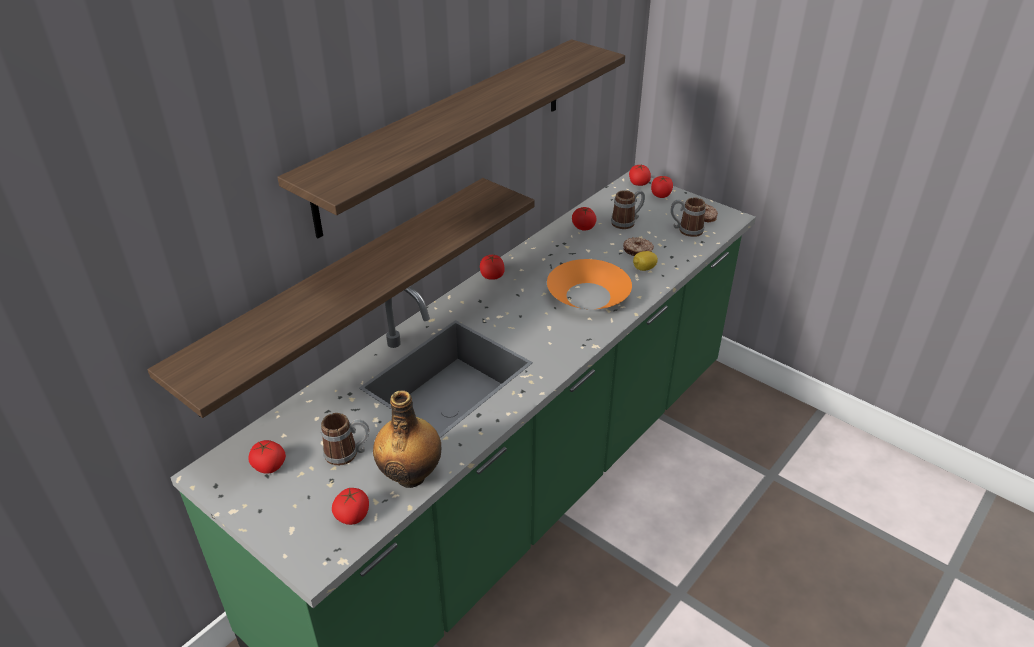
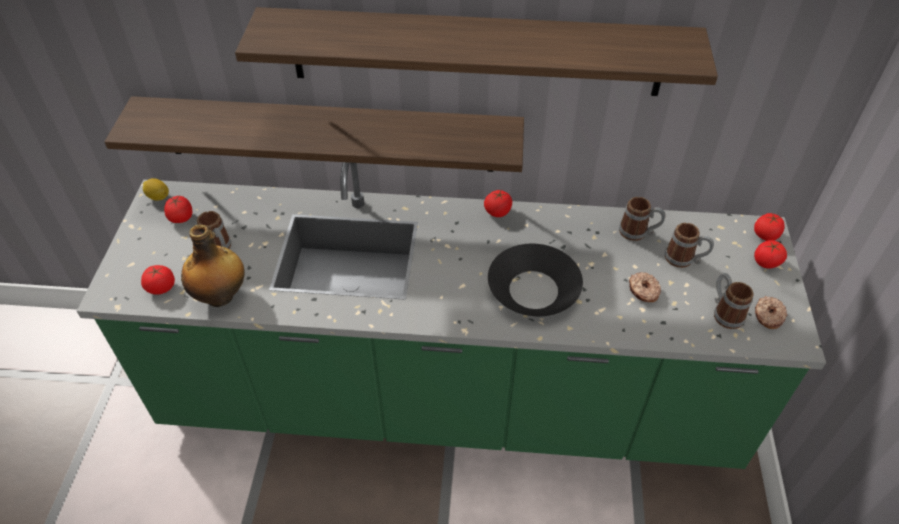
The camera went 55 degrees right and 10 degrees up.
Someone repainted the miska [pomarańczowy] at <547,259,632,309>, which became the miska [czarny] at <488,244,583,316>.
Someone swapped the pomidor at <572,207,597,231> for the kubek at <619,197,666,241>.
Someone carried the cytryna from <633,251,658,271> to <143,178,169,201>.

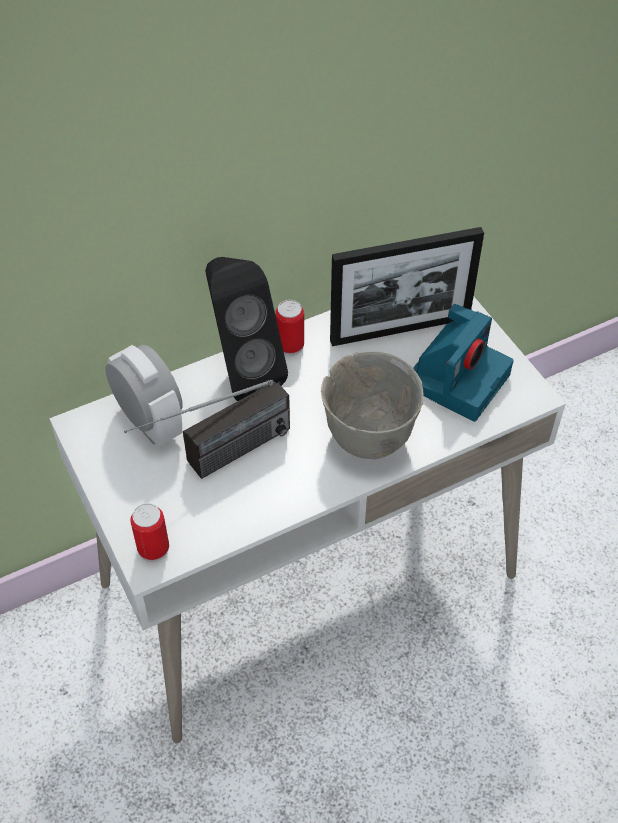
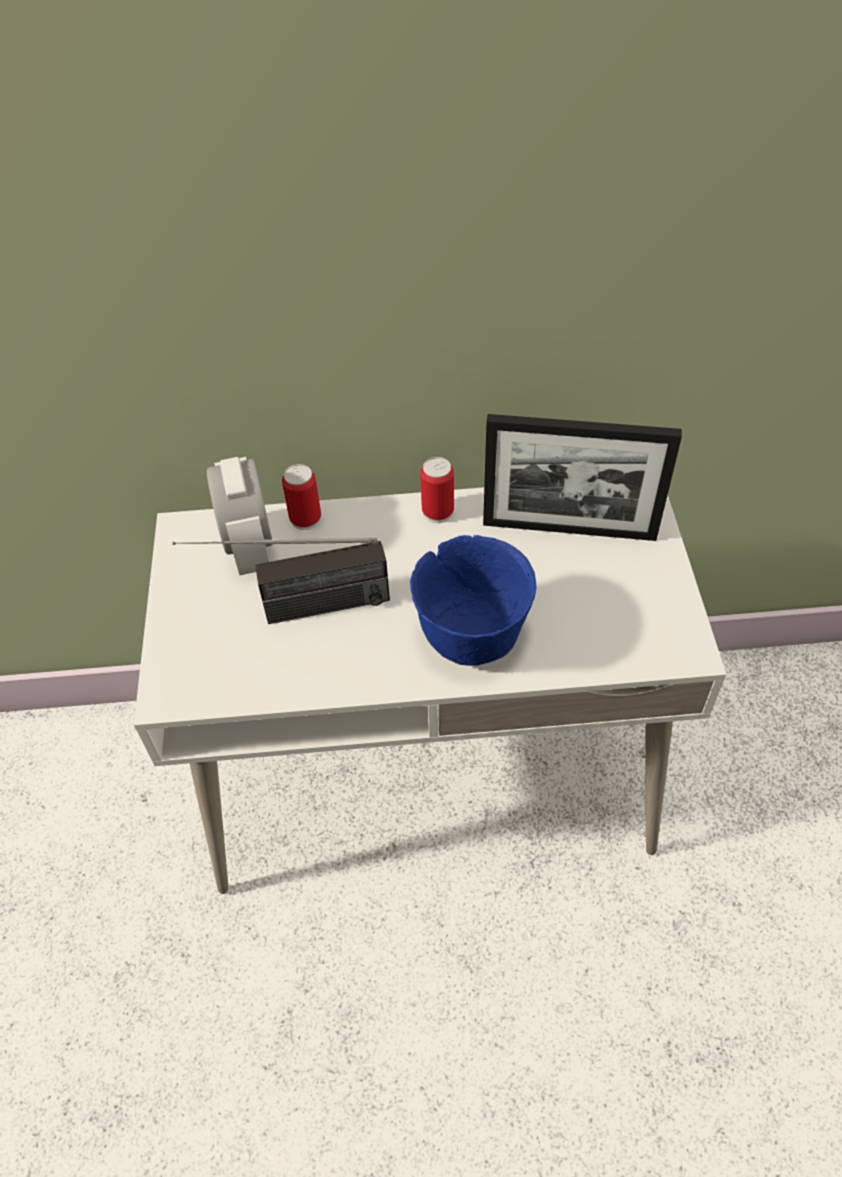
The camera went 25 degrees right and 0 degrees up.
Someone carried the puszka from <130,503,169,562> to <282,464,321,530>.
Someone took away the głośnik [czarny] at <205,257,288,401>.
Someone repainted the miska [szary] at <321,351,423,459>, which became the miska [niebieski] at <410,535,537,666>.
Someone took away the aparat fotograficzny at <413,304,514,422>.

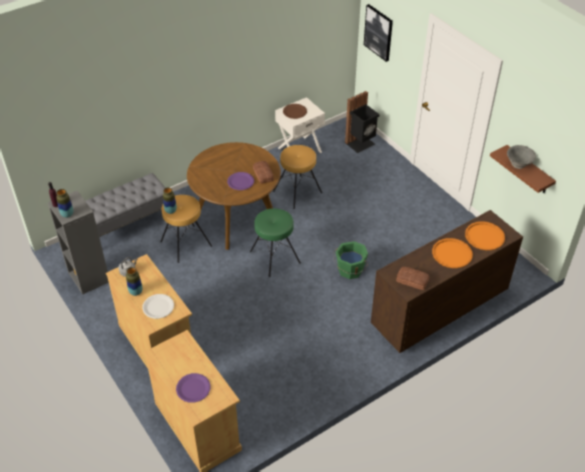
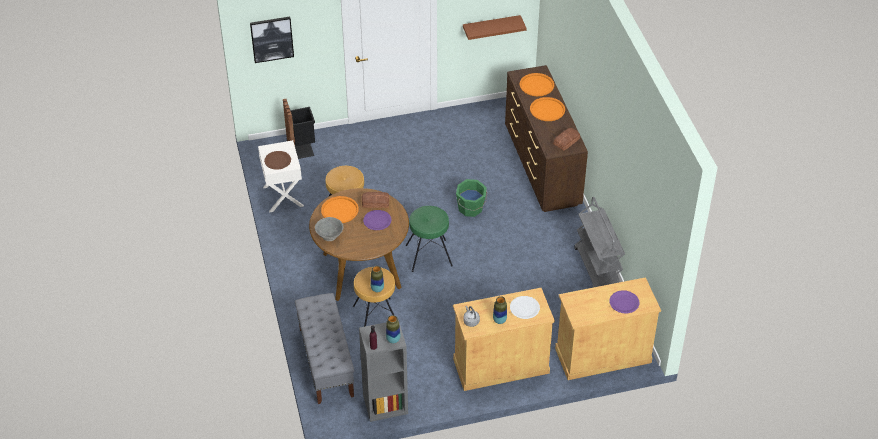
The camera went 70 degrees left and 0 degrees up.
Someone carried the miska [szary] from <507,145,536,169> to <315,217,344,241>.
Someone put down the taca [pomarańczowy] at <321,196,359,223>.
Someone put down the wózek [szary] at <574,197,625,288>.

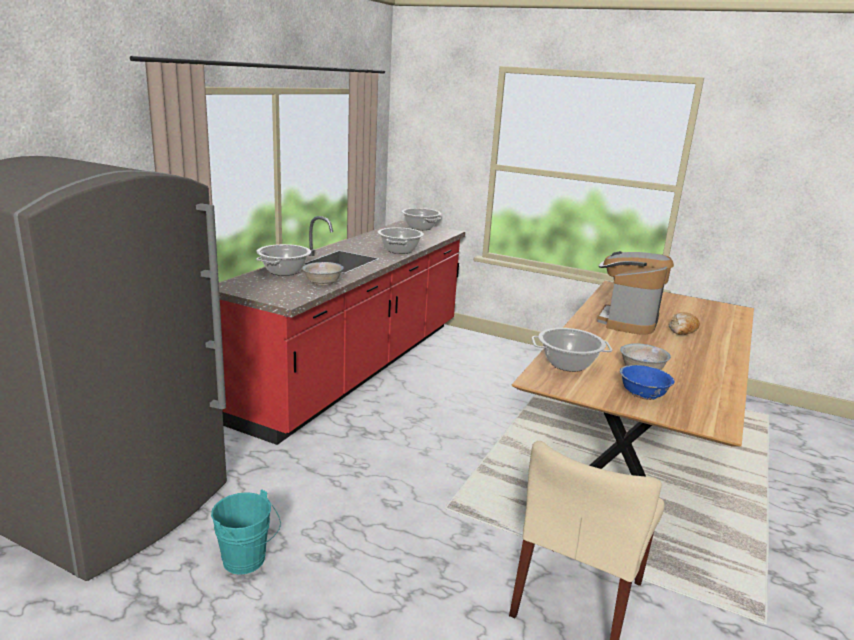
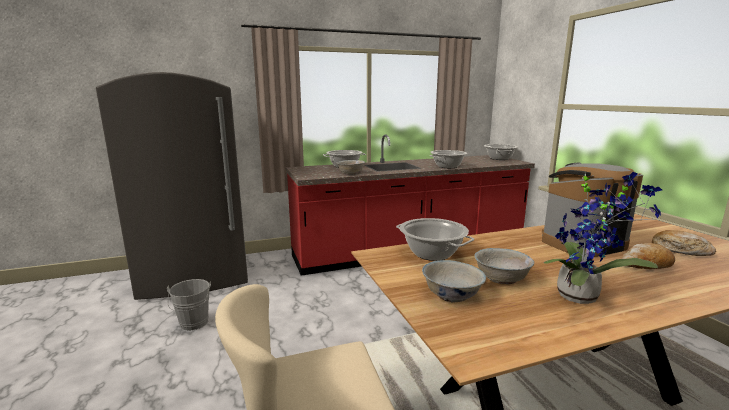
The camera went 45 degrees right and 5 degrees down.
Someone repainted the wiadro [turkusowy] at <211,489,281,575>, which became the wiadro [szary] at <167,279,211,331>.
Someone repainted the miska [niebieski] at <620,365,675,400>, which became the miska [biały] at <422,260,486,302>.
Someone put down the roślina doniczkowa at <544,172,662,304>.
Someone put down the chleb at <652,230,716,256>.

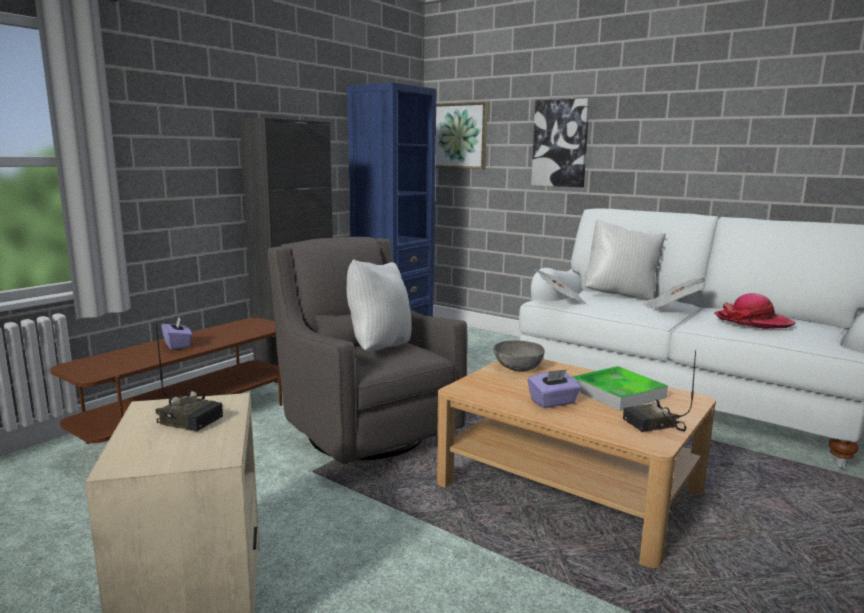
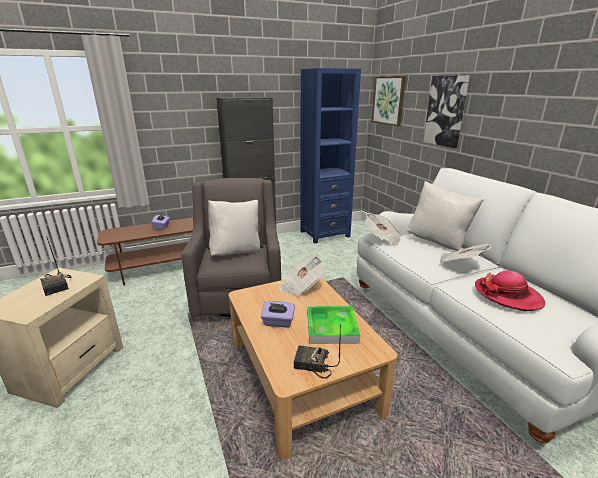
The camera went 30 degrees right and 10 degrees up.
Someone swapped the miska [szary] at <494,340,545,372> for the gazeta at <279,256,325,296>.

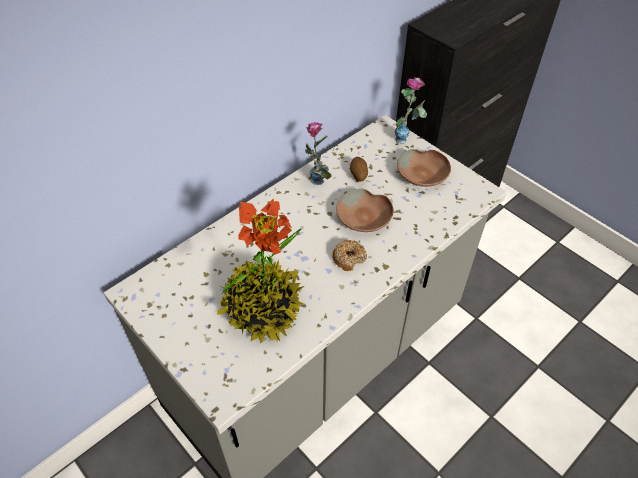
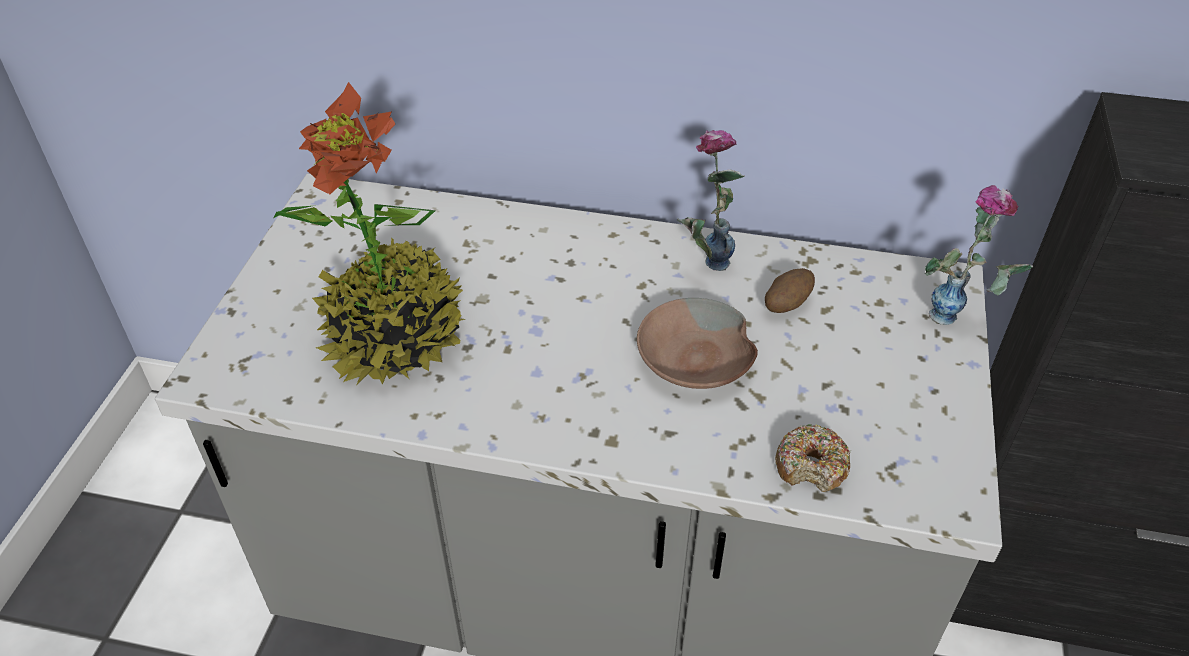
The camera went 55 degrees right and 5 degrees down.
Someone carried the donut from <333,240,367,271> to <775,424,851,492>.
Someone took away the miska [brązowy] at <397,149,451,187>.

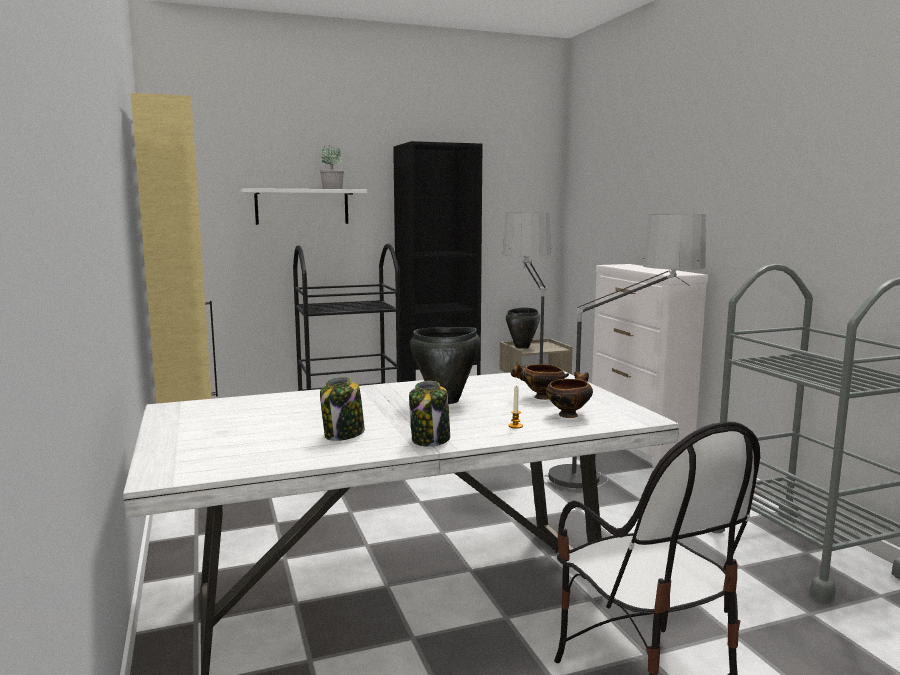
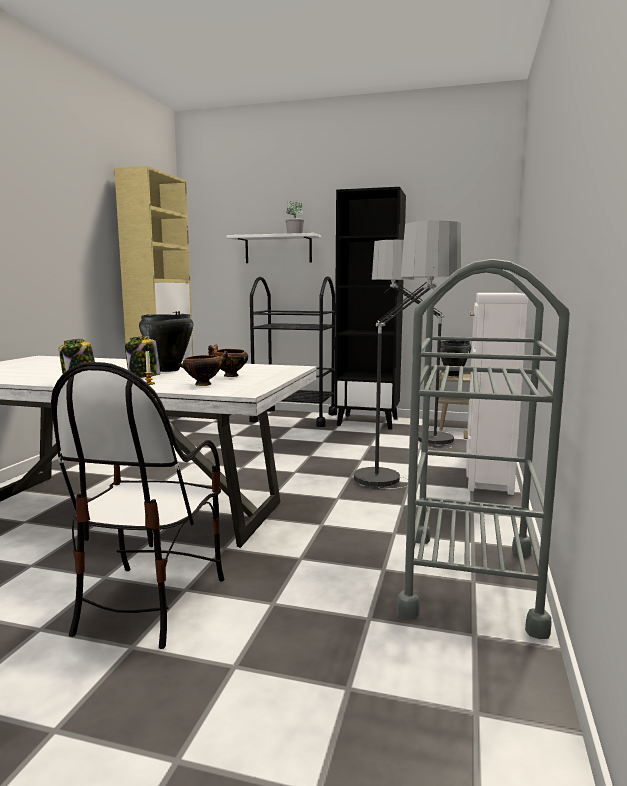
The camera went 35 degrees right and 0 degrees up.
Someone carried the słoik from <320,377,365,441> to <125,336,160,378>.

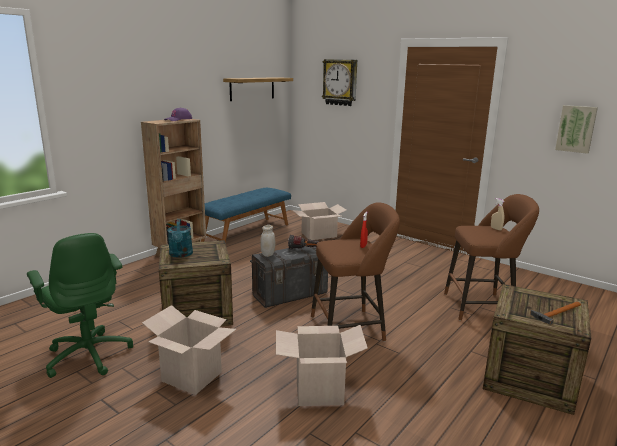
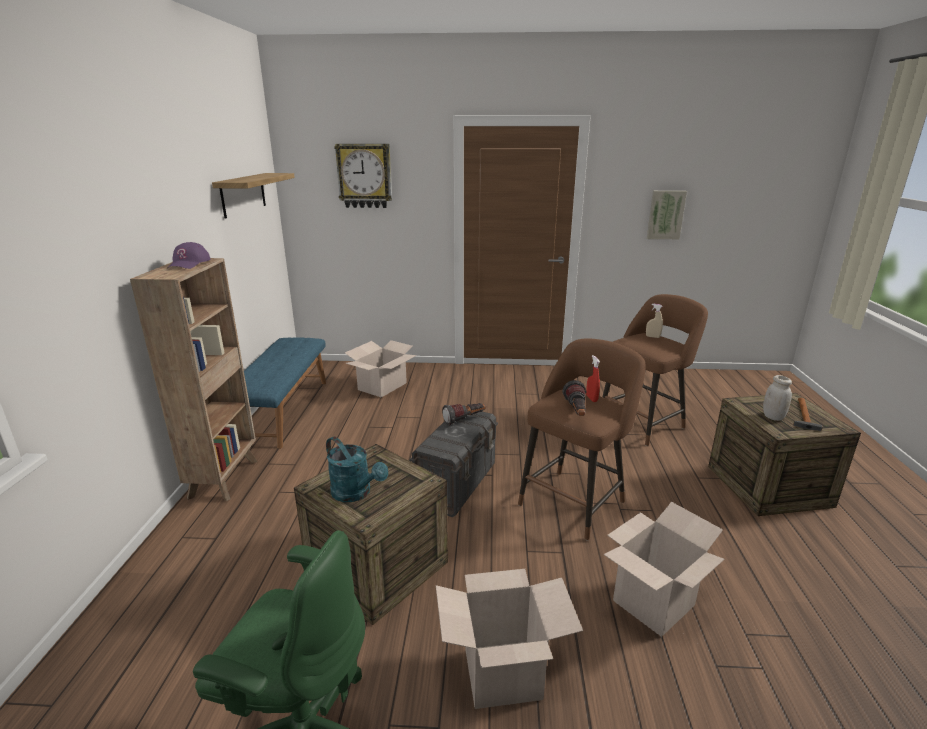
The camera went 35 degrees left and 5 degrees up.
Someone carried the słoik [biały] from <260,225,275,257> to <763,375,792,421>.
Someone put down the latarka at <562,380,586,416>.

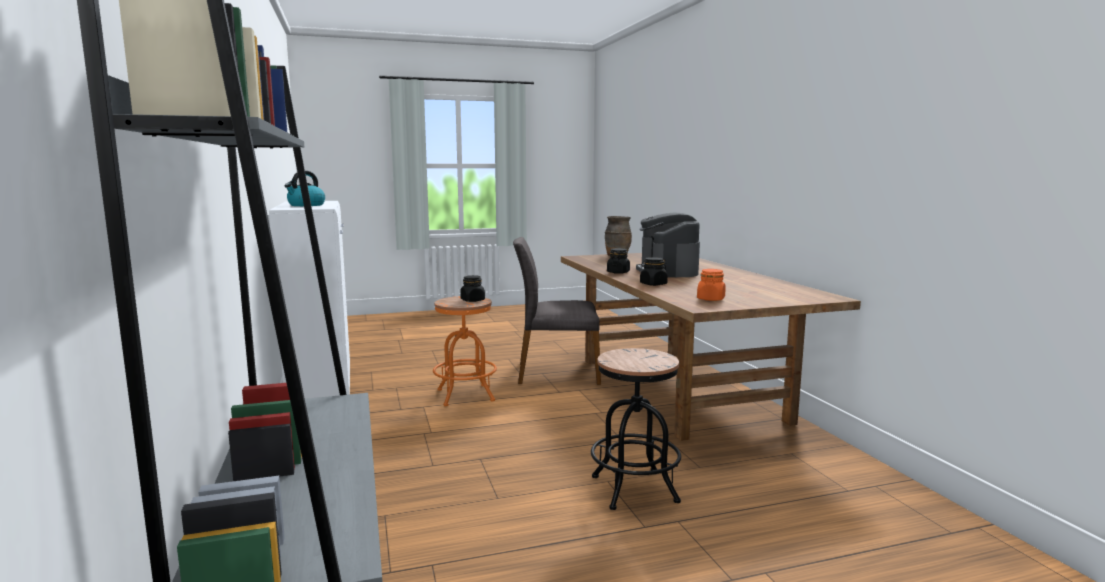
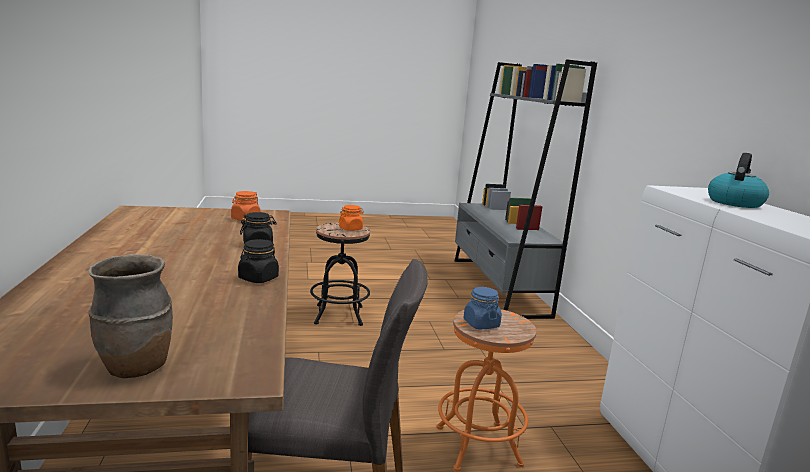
The camera went 175 degrees left and 5 degrees up.
Someone repainted the słoik [czarny] at <460,275,485,302>, which became the słoik [niebieski] at <463,287,502,329>.
Someone took away the ekspres do kawy at <636,212,700,277>.
Someone put down the słoik [pomarańczowy] at <339,205,364,231>.

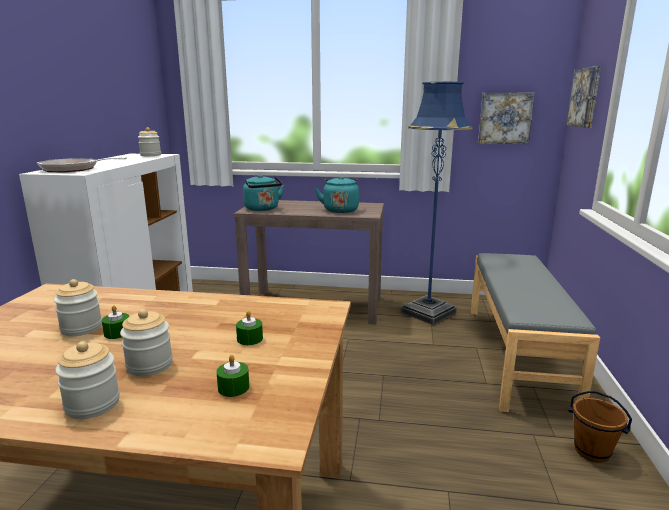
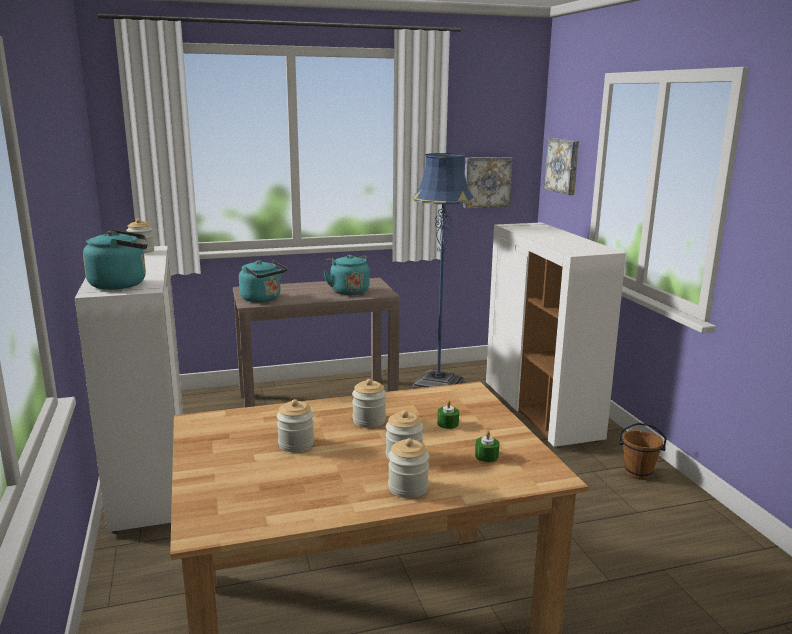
The camera went 25 degrees left and 0 degrees up.
Someone swapped the patelnia at <37,157,127,172> for the czajnik [turkusowy] at <83,230,147,290>.
Someone took away the świeca [zielony] at <102,305,129,339>.
Someone swapped the ławka [szary] at <471,253,600,412> for the szafka [biały] at <486,222,626,448>.
Someone put down the słoik at <352,379,386,428>.

